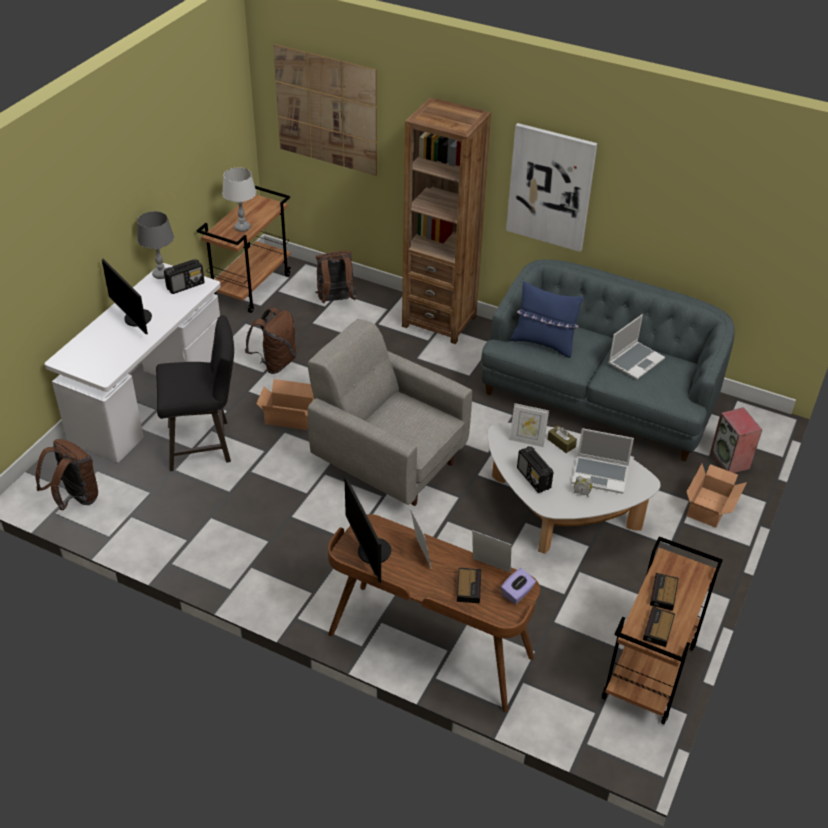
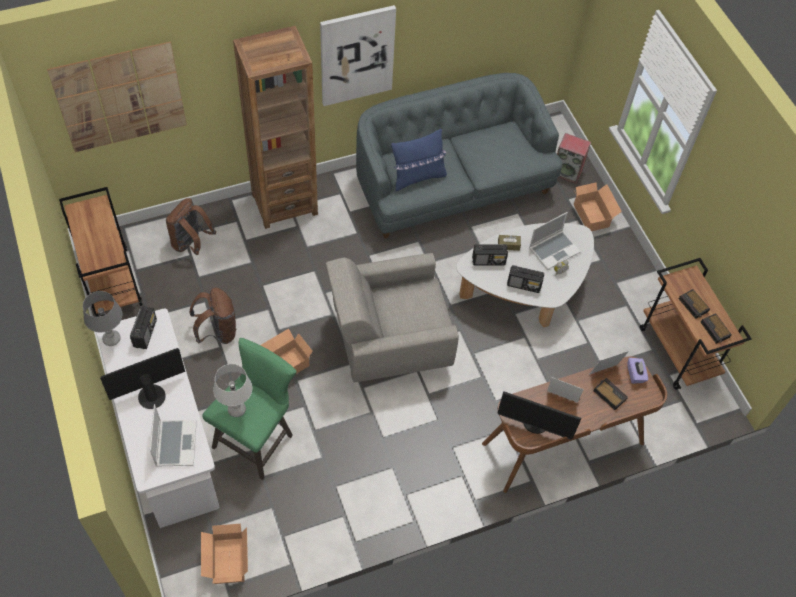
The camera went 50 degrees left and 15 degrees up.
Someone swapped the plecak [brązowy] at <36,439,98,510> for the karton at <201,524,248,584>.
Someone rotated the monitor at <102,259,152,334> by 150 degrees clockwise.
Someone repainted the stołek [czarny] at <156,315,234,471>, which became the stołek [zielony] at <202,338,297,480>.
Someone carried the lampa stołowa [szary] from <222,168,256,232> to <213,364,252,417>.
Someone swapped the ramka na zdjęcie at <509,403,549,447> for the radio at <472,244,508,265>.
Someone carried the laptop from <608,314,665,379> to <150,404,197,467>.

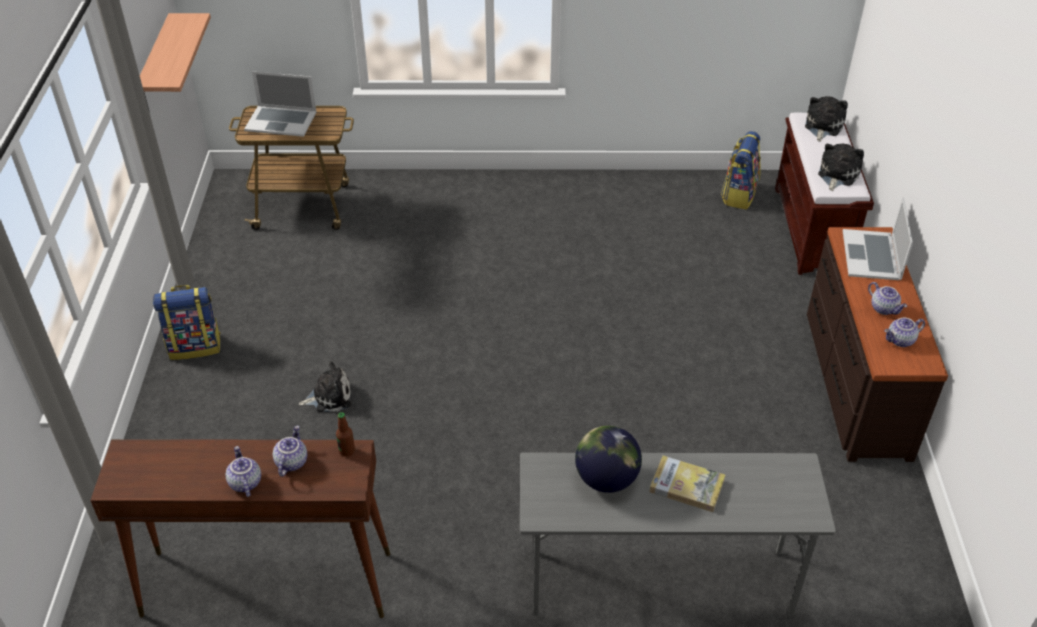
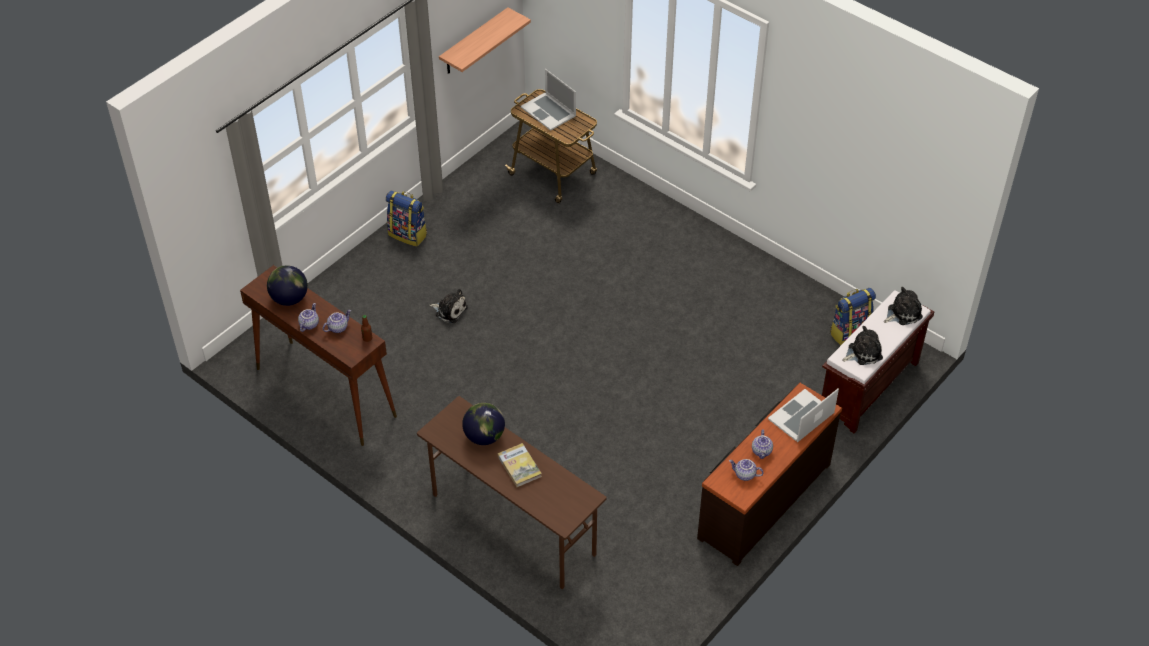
The camera went 40 degrees right and 5 degrees up.
Someone repainted the biurko [szary] at <520,453,836,616>, which became the biurko [brązowy] at <417,396,606,589>.
Someone put down the globus at <267,266,308,306>.

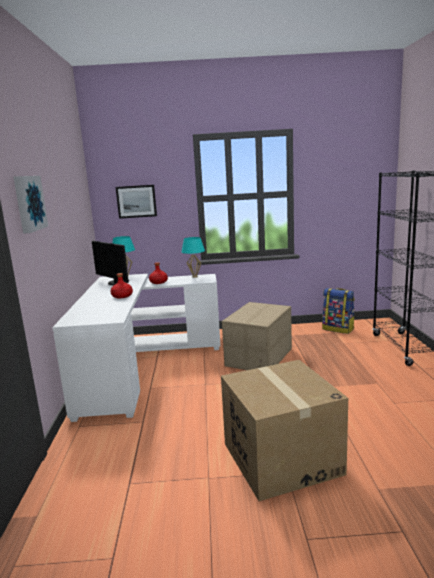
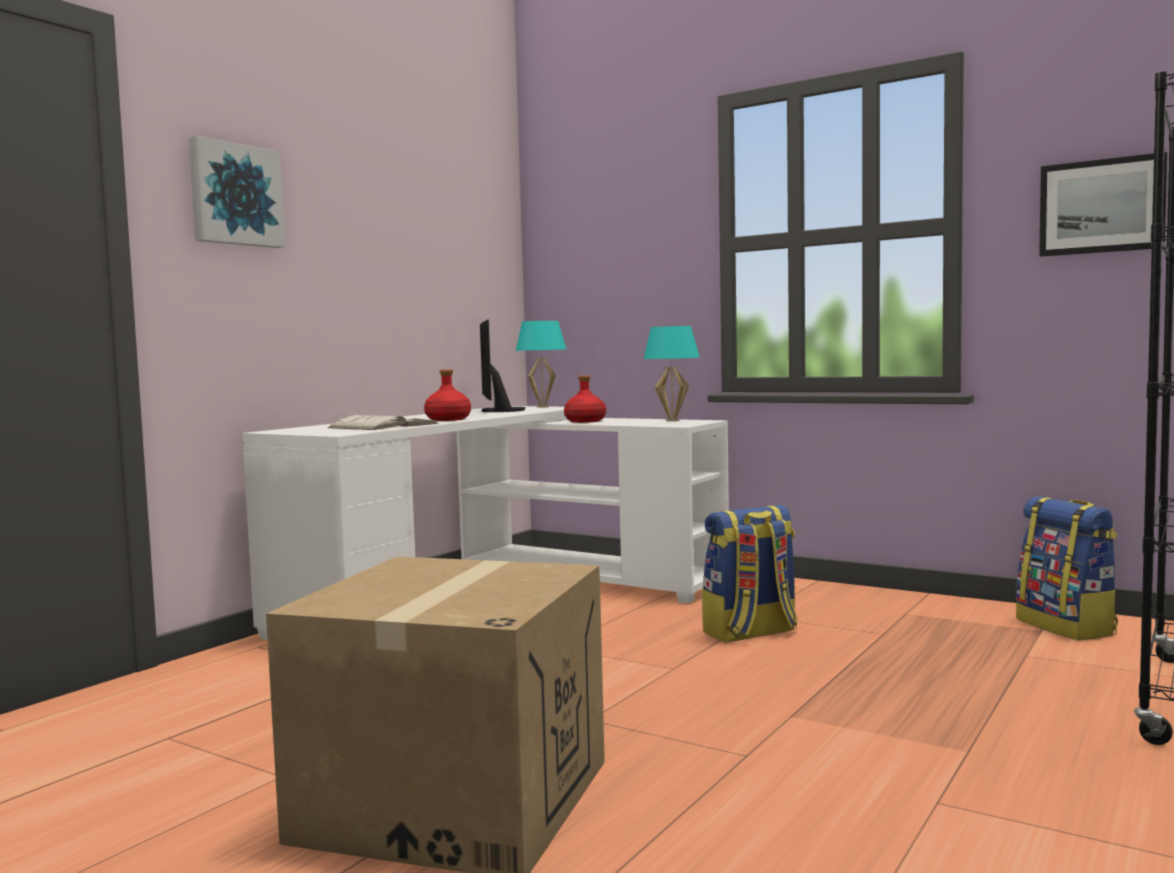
The camera went 35 degrees right and 10 degrees down.
Someone carried the obraz from <115,185,157,219> to <1039,152,1167,257>.
Someone swapped the karton at <222,302,292,370> for the plecak at <702,505,797,643>.
Someone put down the książka [biały] at <327,415,438,430>.

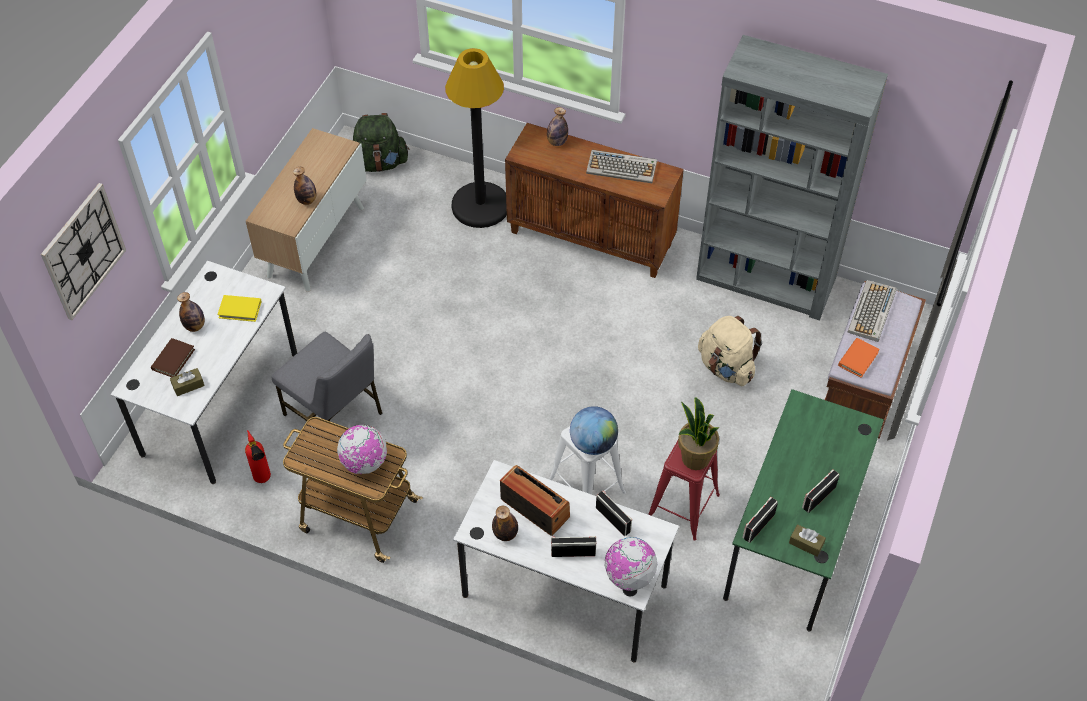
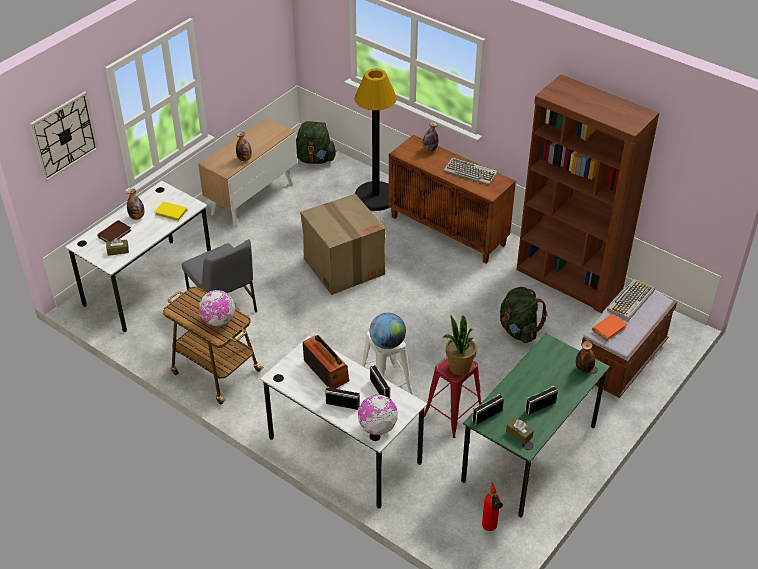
The camera went 15 degrees right and 10 degrees down.
Someone carried the gaśnica from <245,430,271,483> to <482,483,503,531>.
Someone carried the butelka from <492,506,518,541> to <576,341,595,373>.
Someone repainted the regał [szary] at <696,35,888,321>, which became the regał [brązowy] at <517,74,659,313>.
Someone repainted the plecak [beżowy] at <698,316,762,386>, which became the plecak [zielony] at <500,287,547,343>.
Someone put down the karton at <300,194,386,295>.

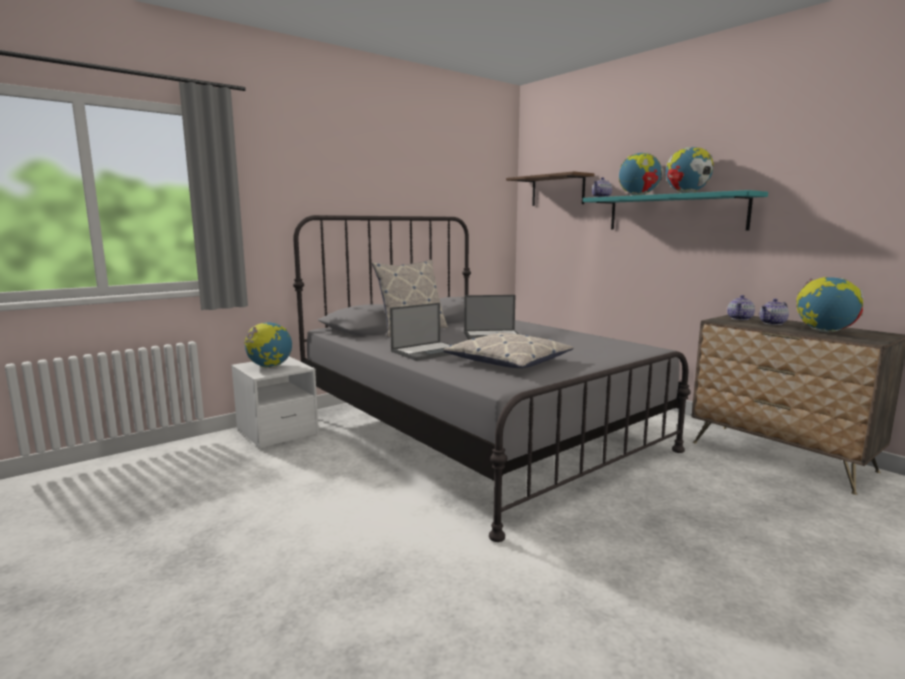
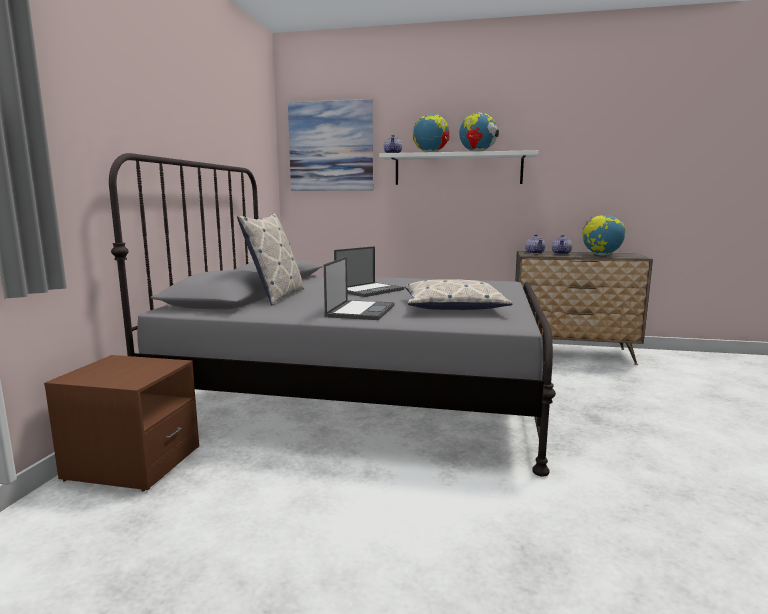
The camera went 40 degrees left and 0 degrees up.
Someone repainted the szafka nocna [biały] at <231,356,319,448>, which became the szafka nocna [brązowy] at <44,355,199,492>.
Someone took away the globus at <244,322,292,368>.
Someone swapped the półka [brązowy] at <506,171,594,206> for the obraz at <288,99,373,191>.
Someone repainted the półka [turkusowy] at <583,190,768,231>, which became the półka [biały] at <379,150,539,185>.

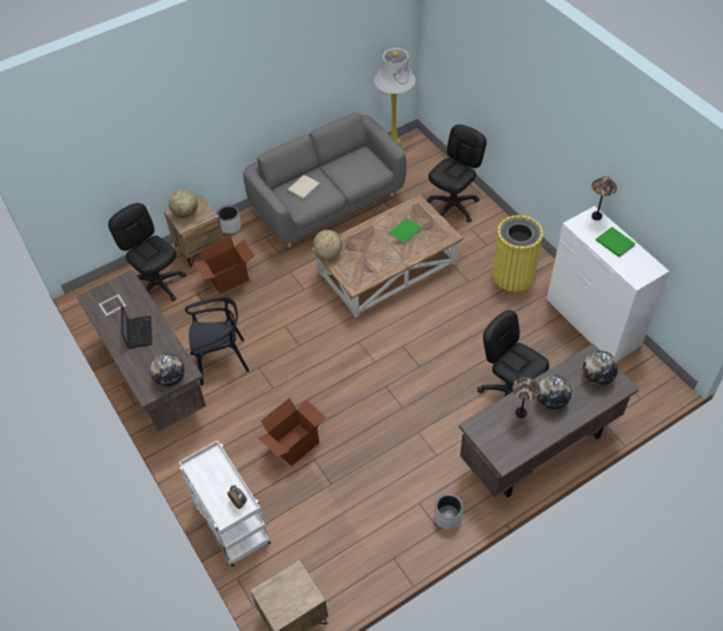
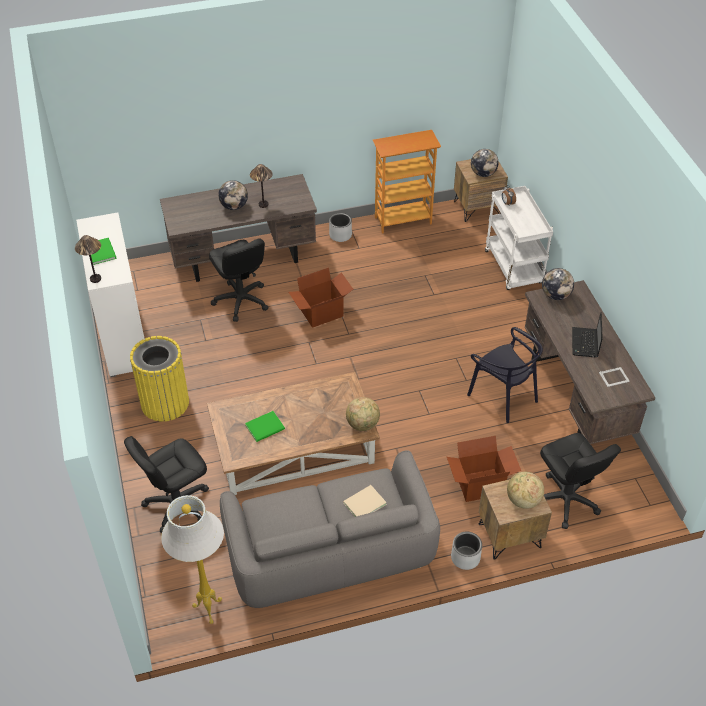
The camera went 165 degrees left and 5 degrees down.
Someone rotated the krzesło [czarny] at <185,297,249,385> by 135 degrees counterclockwise.
Someone carried the karton from <258,398,326,466> to <288,268,353,328>.
Someone carried the globus from <583,351,618,385> to <471,149,499,177>.
Someone put down the regał at <373,130,441,234>.

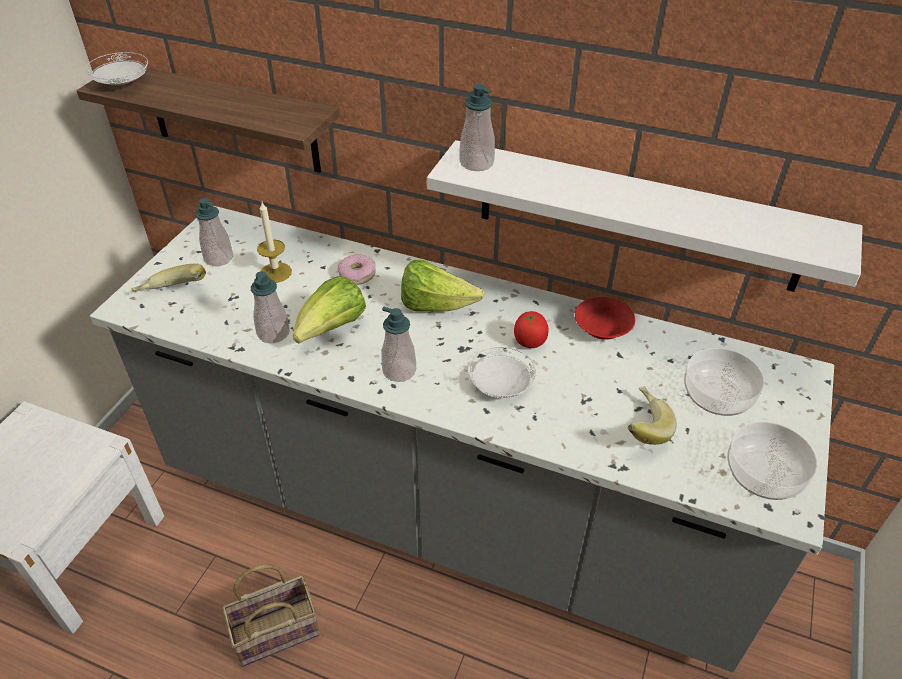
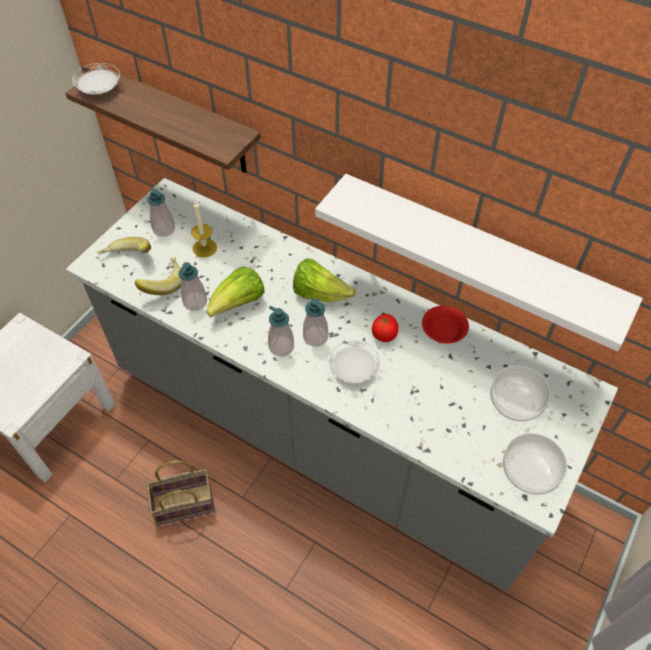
The camera went 10 degrees right and 10 degrees up.
Someone took away the donut at <338,254,376,285>.
Someone carried the dozownik mydła from <459,84,495,171> to <303,298,328,347>.
Someone carried the banan from <628,386,677,445> to <135,257,181,295>.

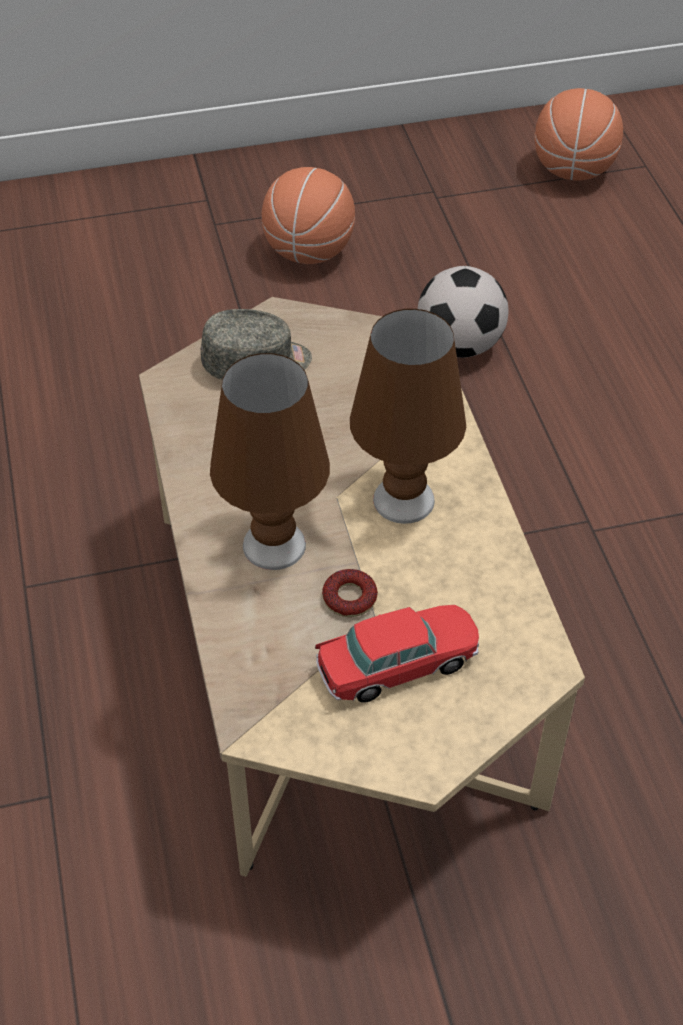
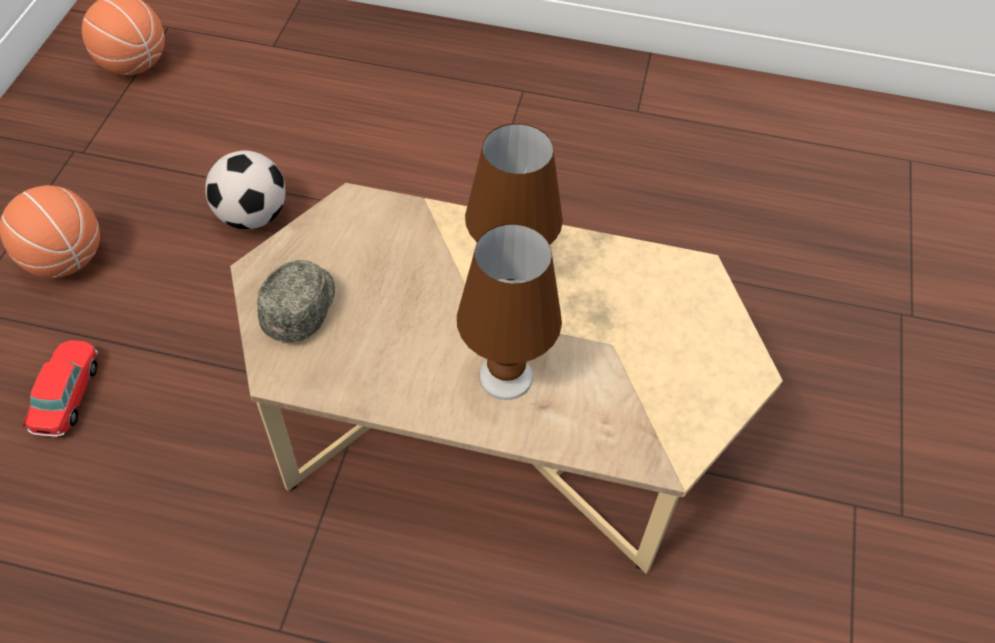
The camera went 65 degrees left and 5 degrees up.
Someone carried the samochodzik from <315,605,479,703> to <23,340,98,437>.
Someone took away the donut at <322,569,378,617>.

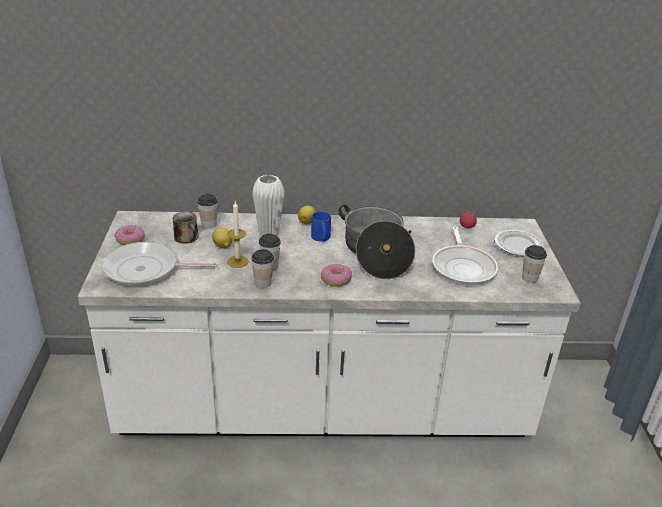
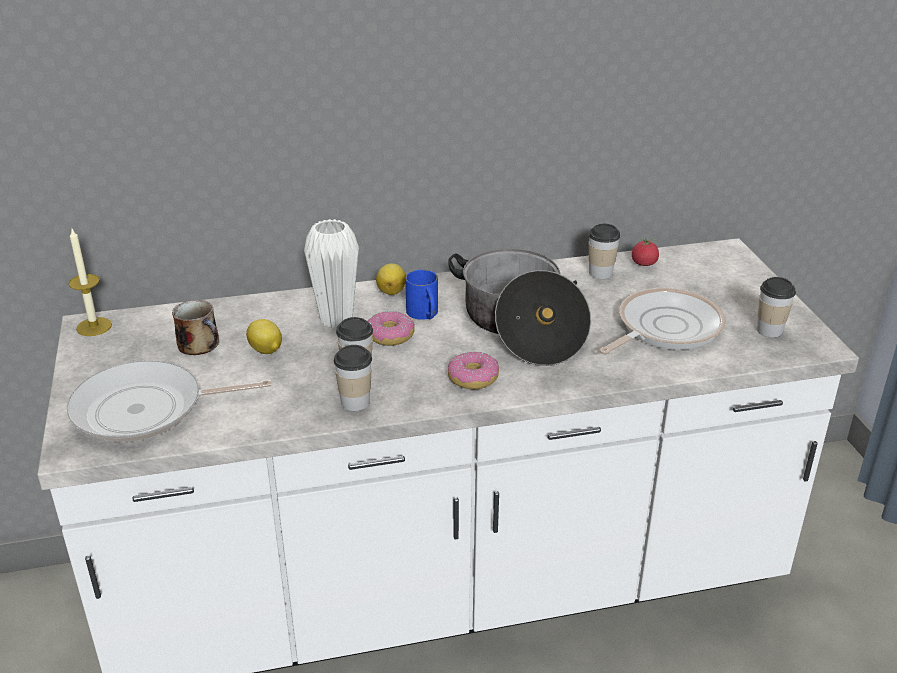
The camera went 10 degrees left and 0 degrees up.
Someone carried the donut from <114,225,145,245> to <367,311,415,346>.
Someone carried the filiżanka from <197,194,218,229> to <589,224,620,279>.
Someone carried the świeca from <227,202,249,268> to <68,227,112,336>.
Someone rotated the patelnia at <432,227,499,286> by 120 degrees counterclockwise.
Someone took away the talerz at <494,230,544,256>.

